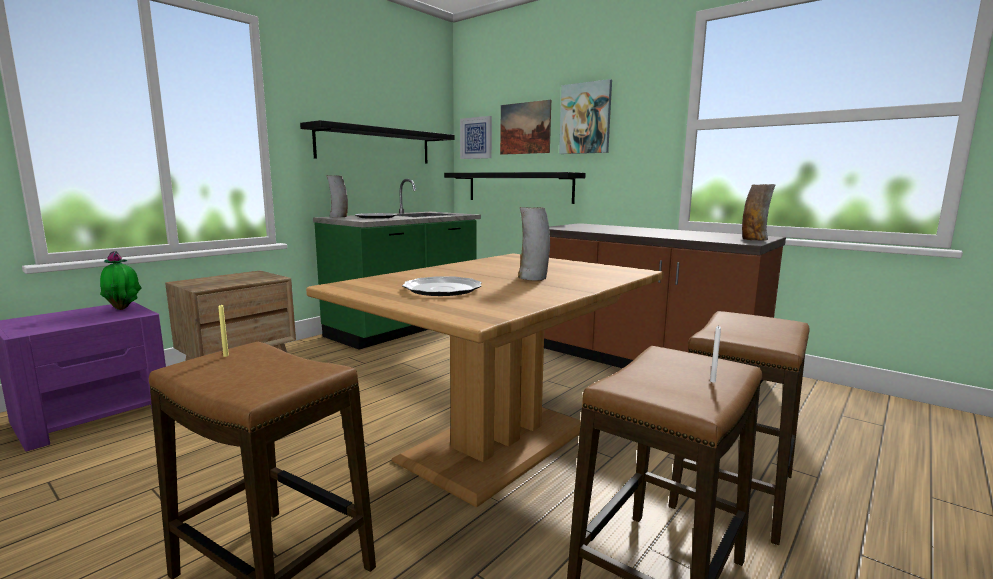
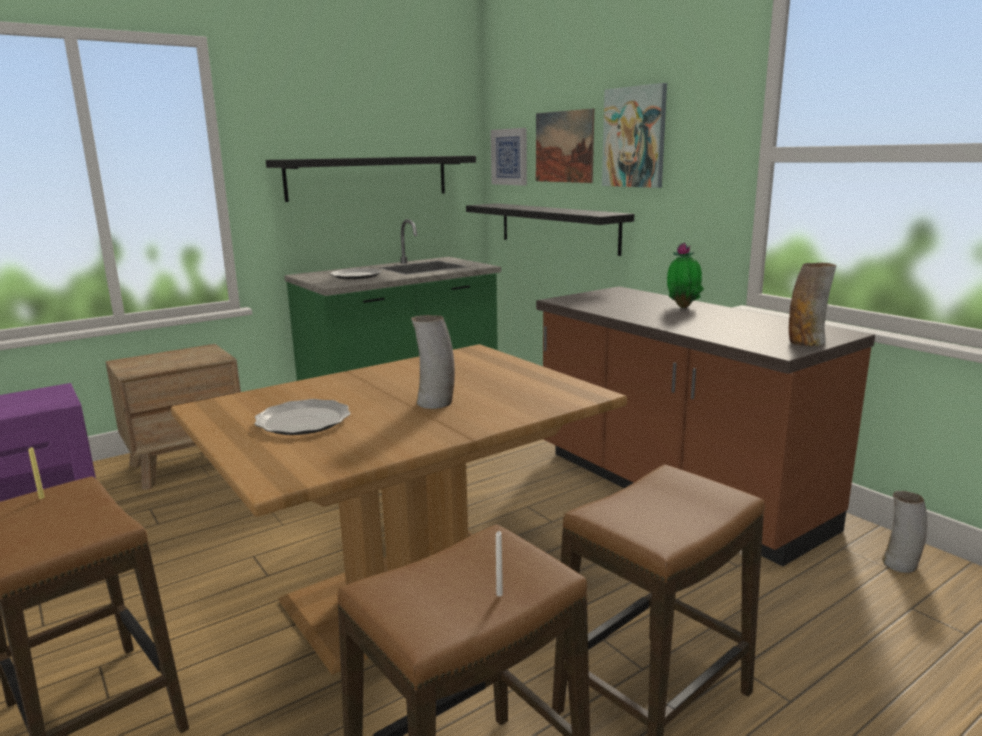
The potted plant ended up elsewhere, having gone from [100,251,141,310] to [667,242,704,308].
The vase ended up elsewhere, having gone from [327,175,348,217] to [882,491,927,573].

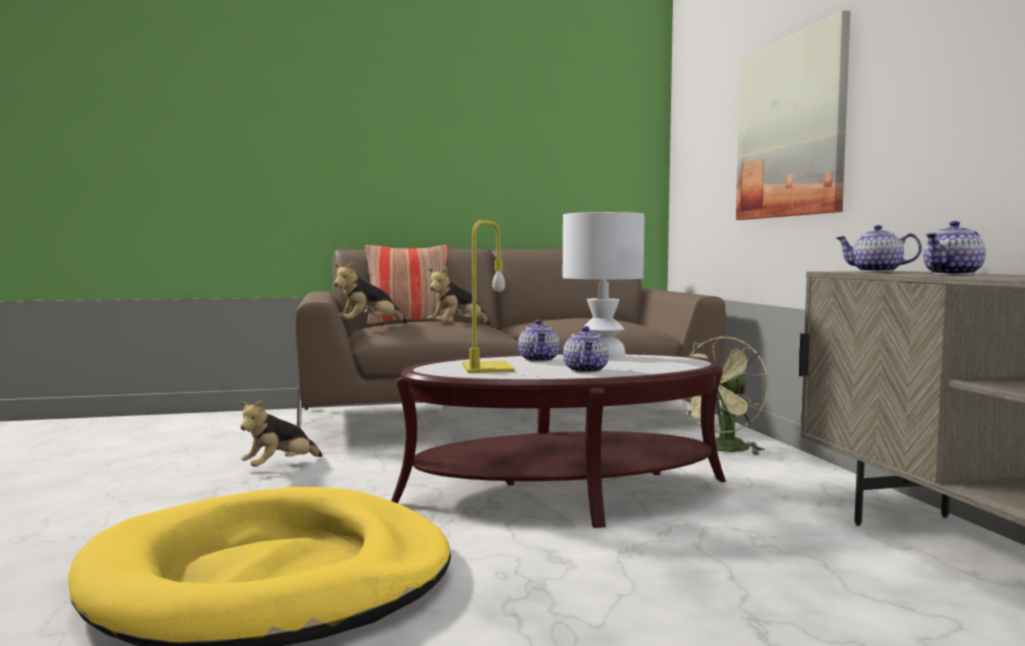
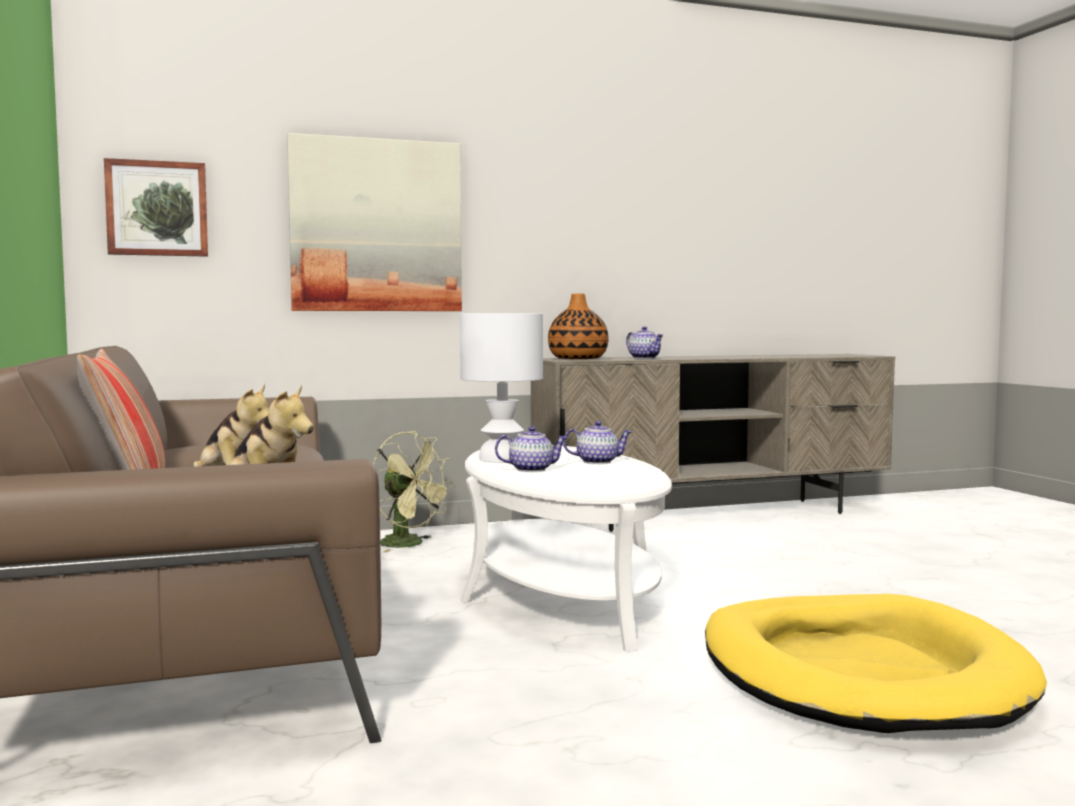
The second view lost the plush toy at [239,399,323,467].
What was the coffee table in brown at [391,353,726,528] turned into the coffee table in white at [460,445,672,652].
The second view lost the table lamp in yellow at [462,220,514,373].
Where the teapot stood at [836,225,922,272], the vase came to stand at [548,294,609,359].
The second view gained the picture at [104,158,208,257].

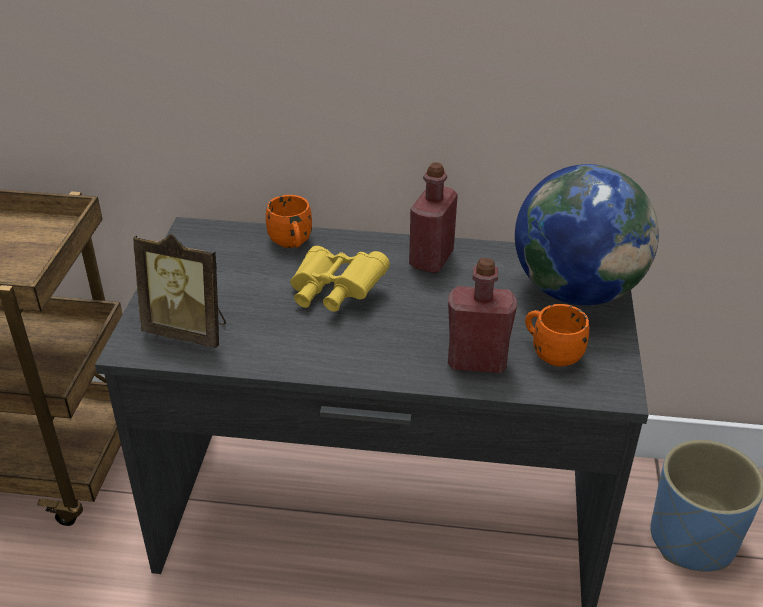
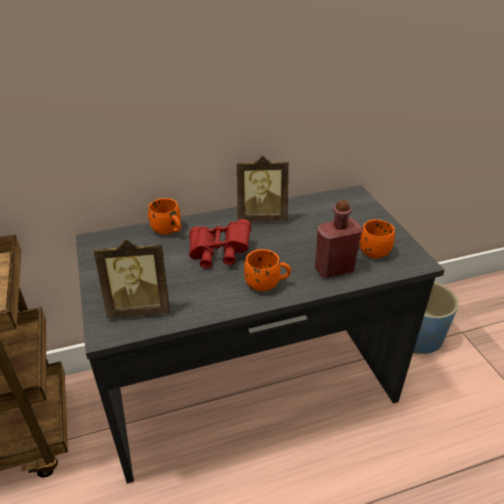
What was the binoculars in yellow at [290,246,390,312] turned into the binoculars in red at [189,219,251,269].
Where the bottle in red stood at [409,162,458,273], the picture frame came to stand at [237,156,289,222].
The second view lost the globe at [515,164,659,305].
The second view gained the mug in orange at [244,249,291,291].

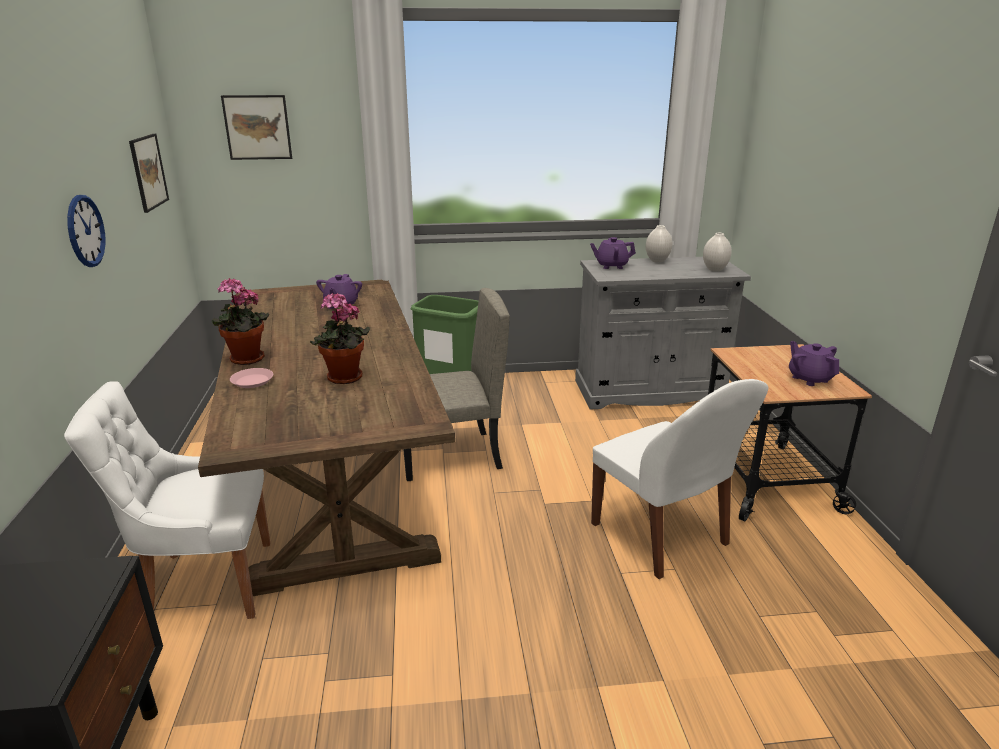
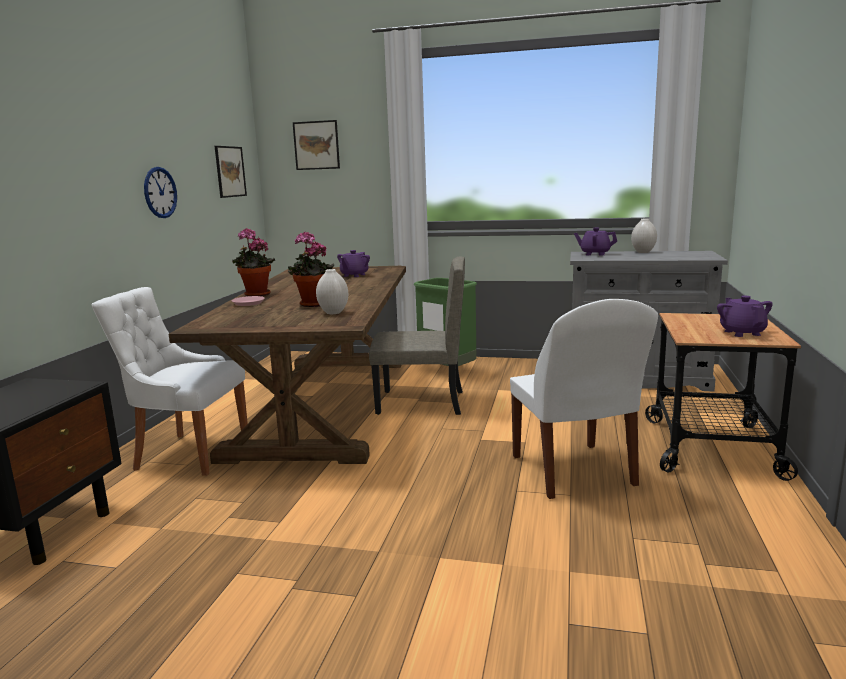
The vase in white ended up elsewhere, having gone from [703,233,732,272] to [316,269,349,314].

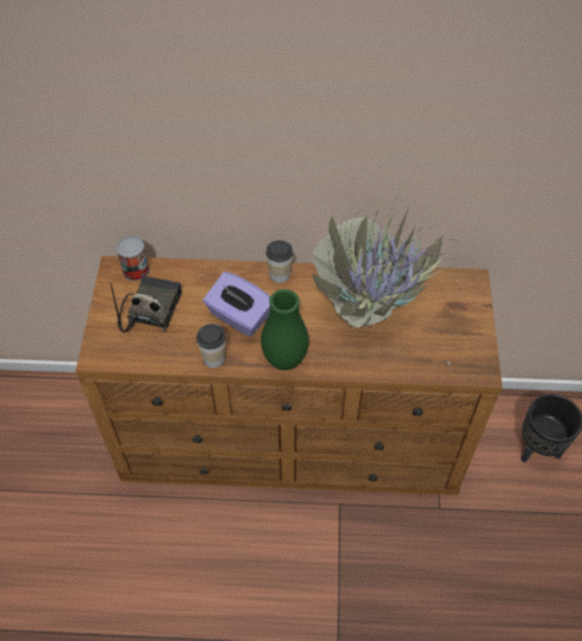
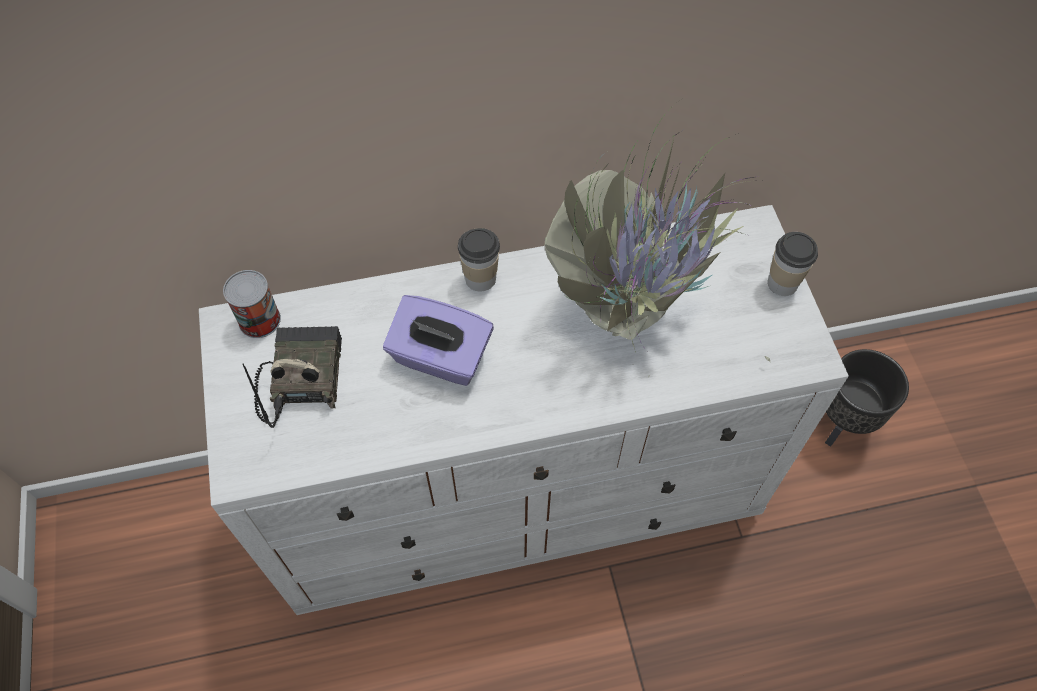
What was the dresser in brown at [76,256,502,495] turned into the dresser in white at [199,205,849,615].
The cup ended up elsewhere, having gone from [196,324,226,368] to [768,232,818,296].
The second view lost the vase in green at [261,289,309,370].

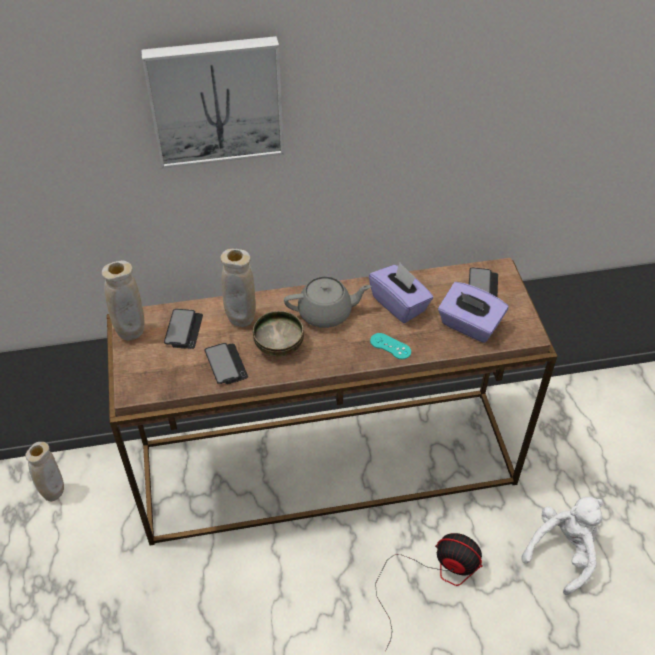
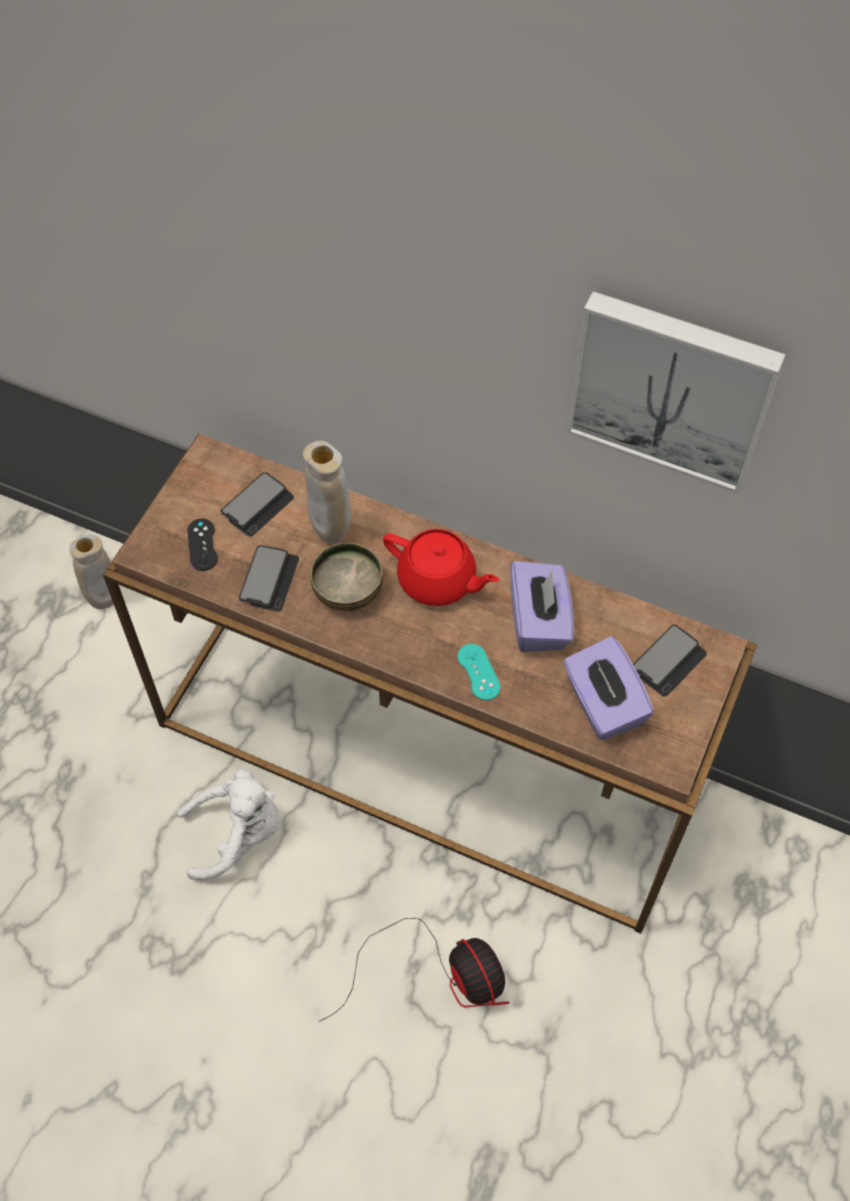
The second view lost the vase in beige at [102,261,144,341].
The picture ended up elsewhere, having gone from [141,36,284,169] to [566,291,786,493].
What was the teapot in grey at [284,276,371,328] turned into the teapot in red at [383,529,499,606].
The plush toy in white ended up elsewhere, having gone from [522,497,603,595] to [177,769,280,880].
The second view gained the game controller in black at [187,518,218,571].

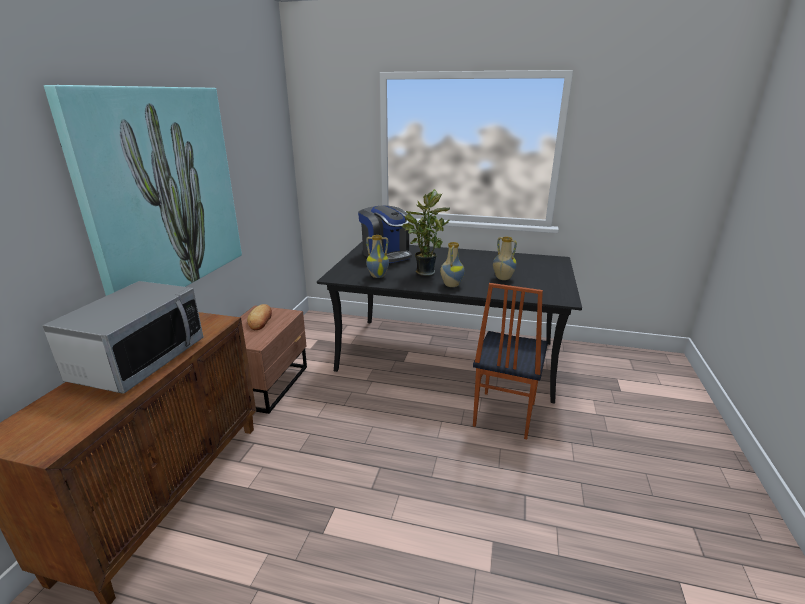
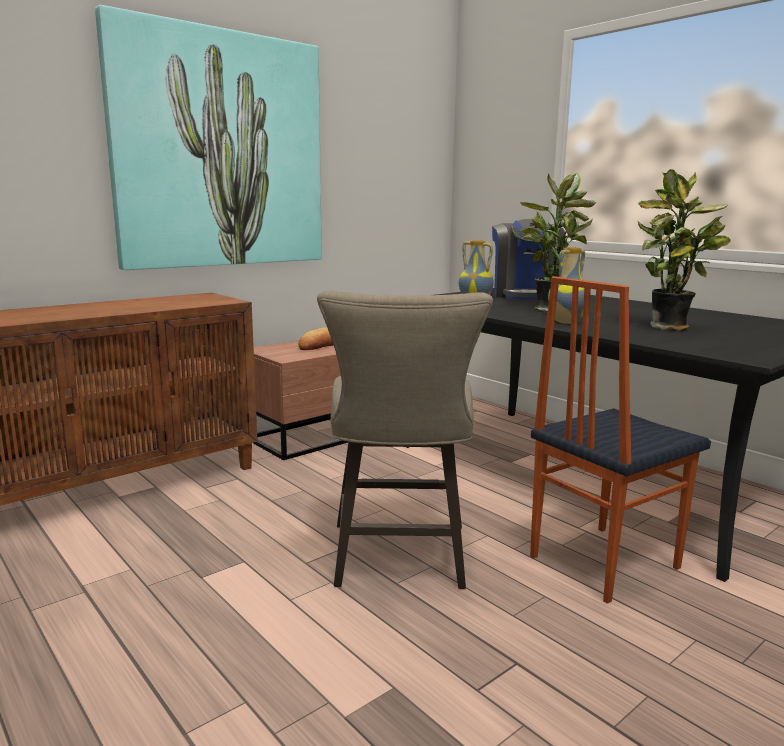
The second view lost the microwave at [42,281,203,394].
Where the vase stood at [493,237,517,280], the potted plant came to stand at [637,169,731,331].
The second view gained the stool in beige at [317,290,493,589].

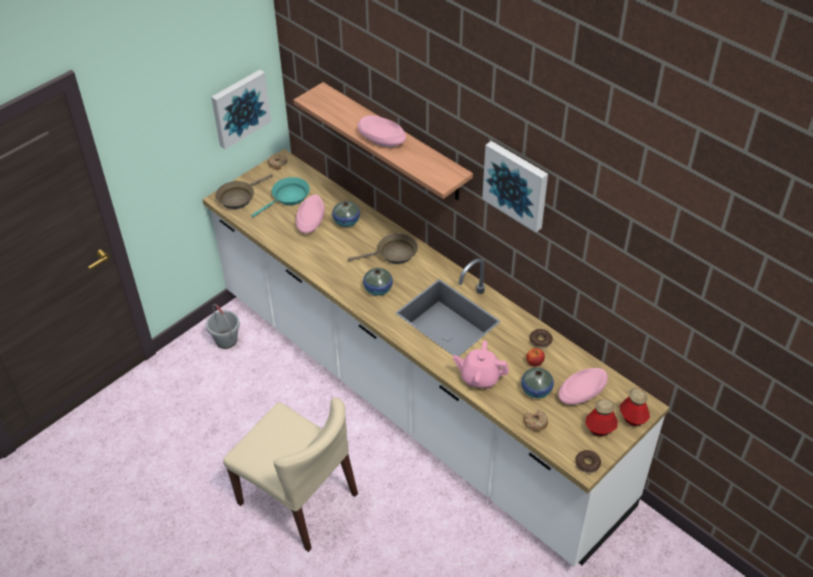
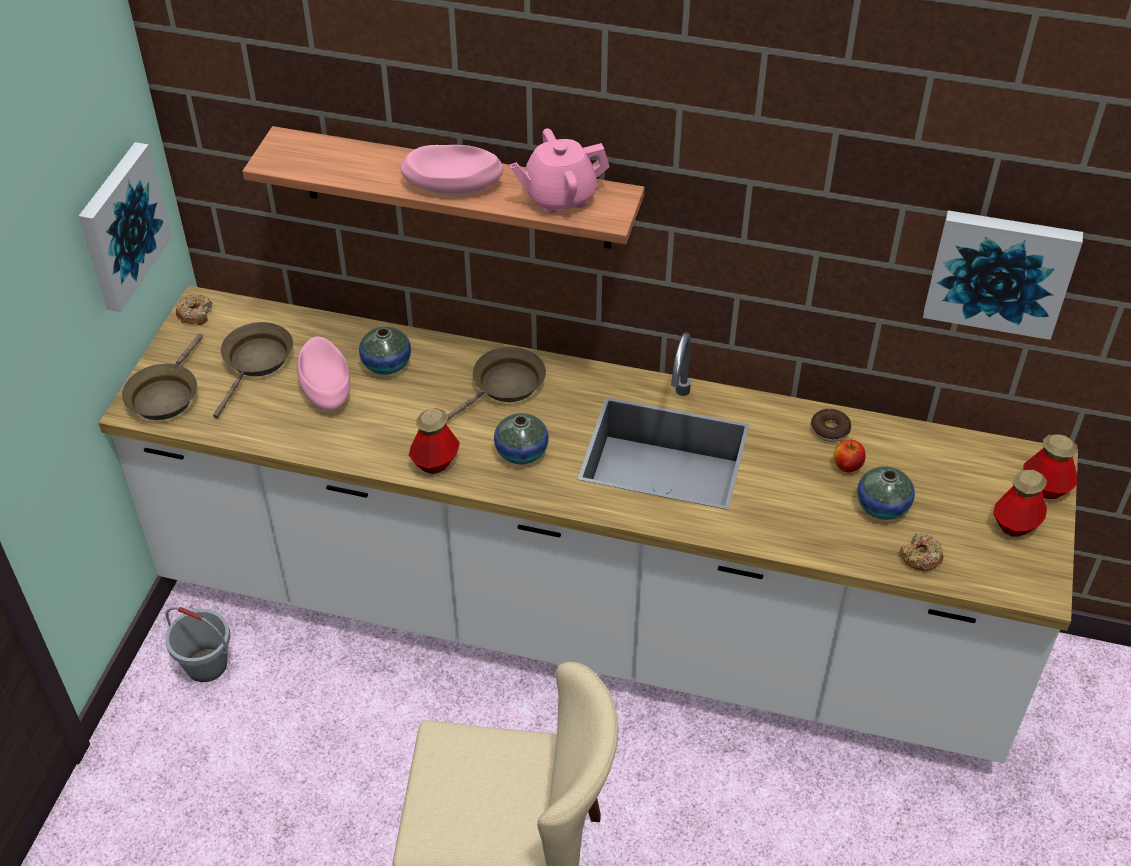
What was the frying pan in turquoise at [251,177,310,217] turned into the frying pan in brown at [213,322,293,418].
The teapot in pink ended up elsewhere, having gone from [453,340,509,389] to [509,128,610,214].
The picture ended up elsewhere, having gone from [482,141,548,232] to [923,210,1083,340].
The second view lost the bowl in pink at [558,368,608,405].
The second view lost the donut at [575,450,601,473].
The second view gained the bottle at [409,408,460,474].

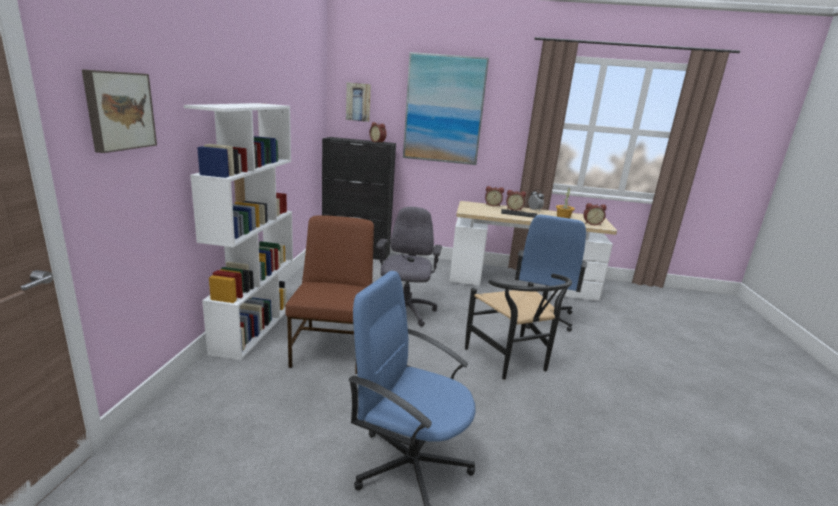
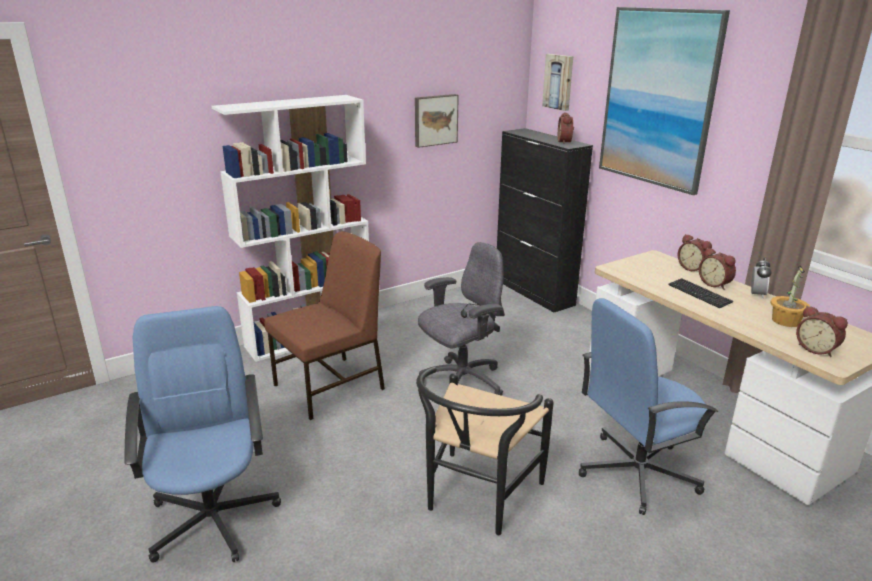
The picture ended up elsewhere, having gone from [82,69,157,153] to [415,94,459,148].

